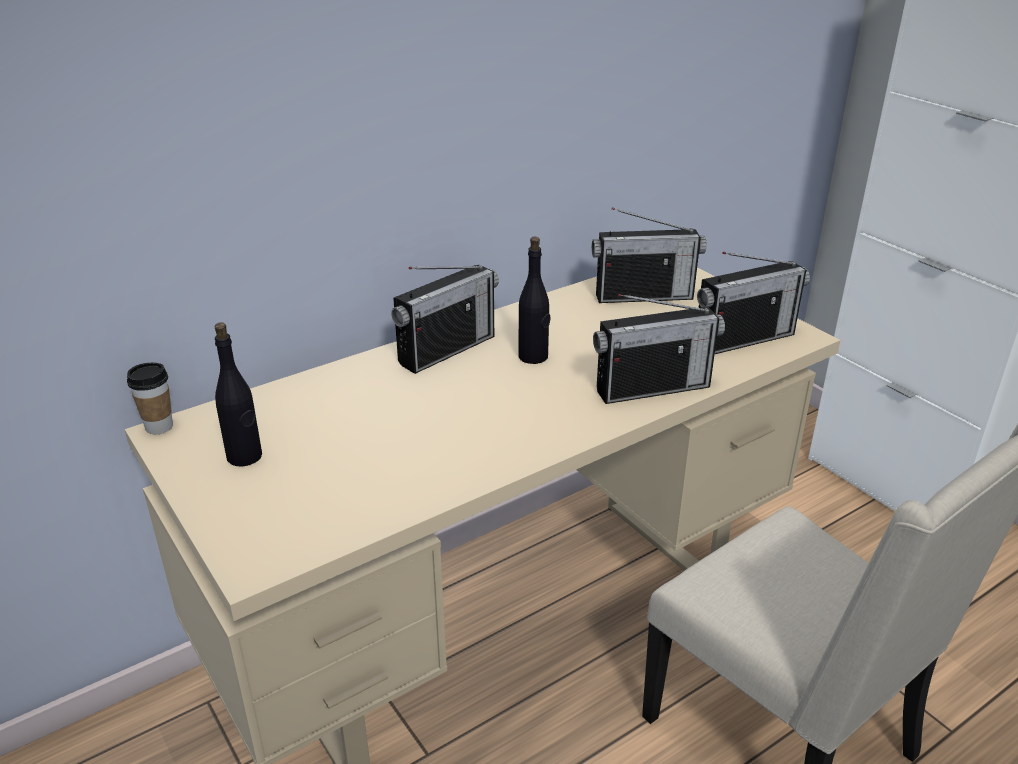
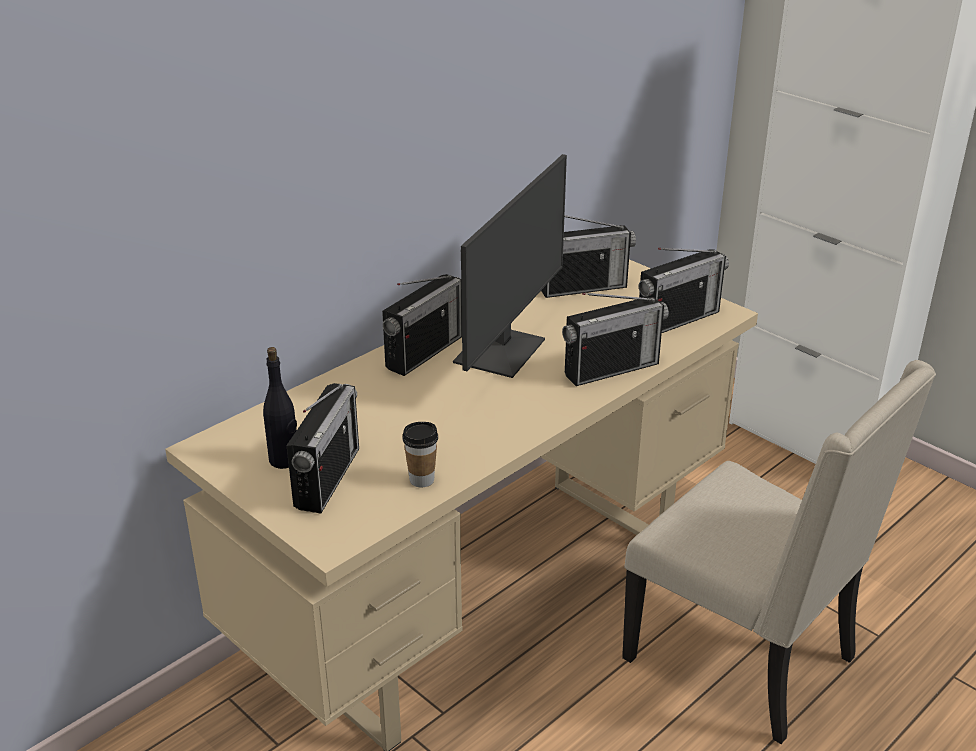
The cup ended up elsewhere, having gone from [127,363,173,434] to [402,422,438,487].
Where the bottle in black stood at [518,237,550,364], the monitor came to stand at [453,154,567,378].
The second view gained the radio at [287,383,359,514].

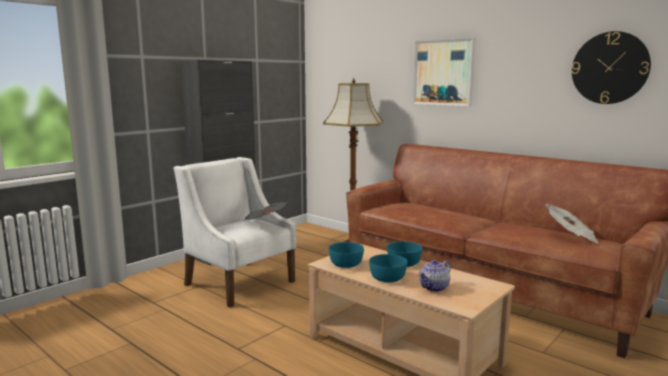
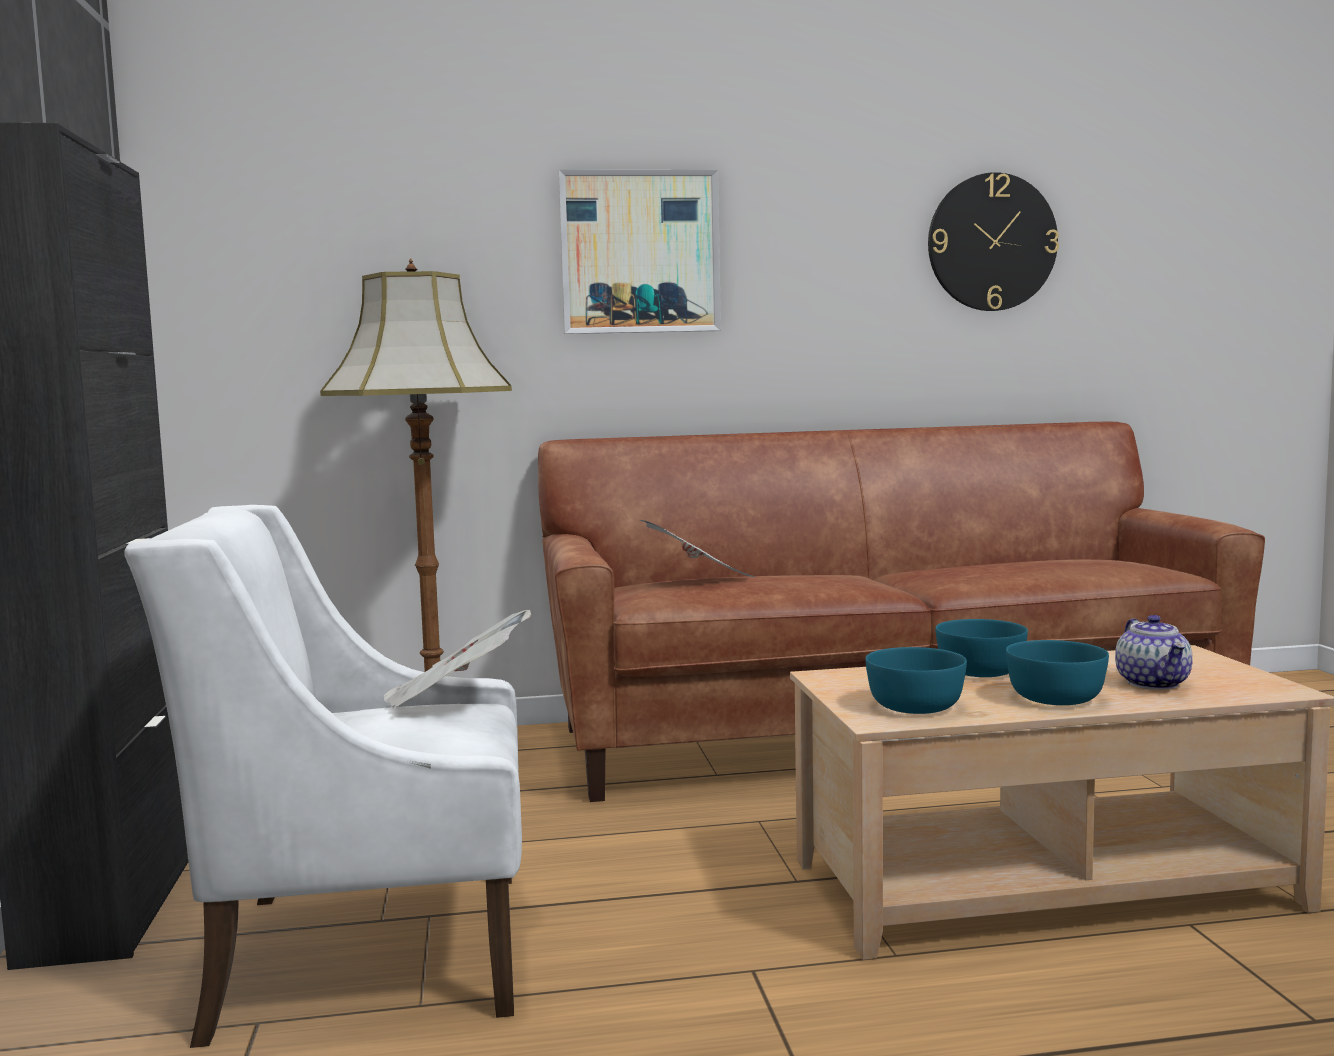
The newspaper ended up elsewhere, having gone from [545,204,598,243] to [639,520,755,577].

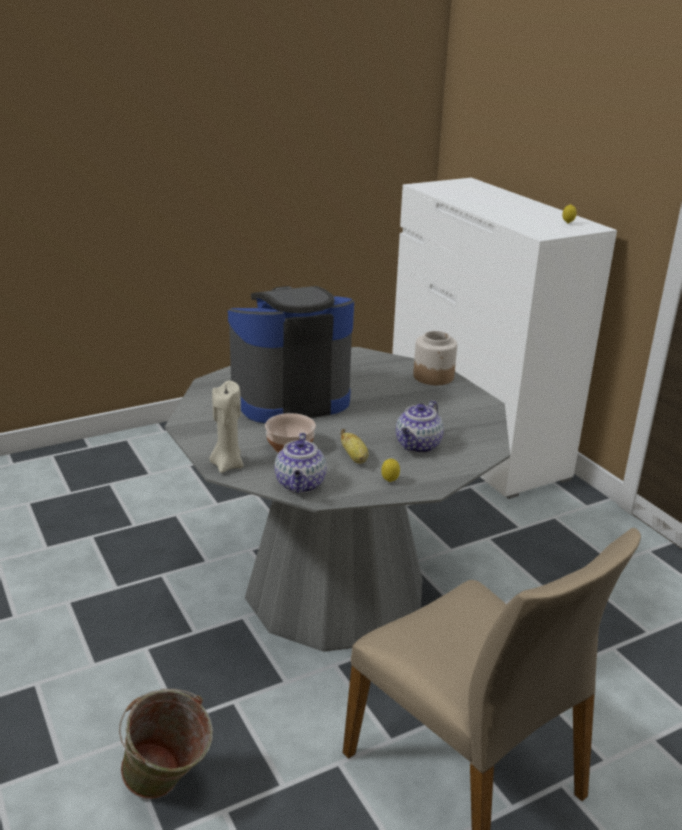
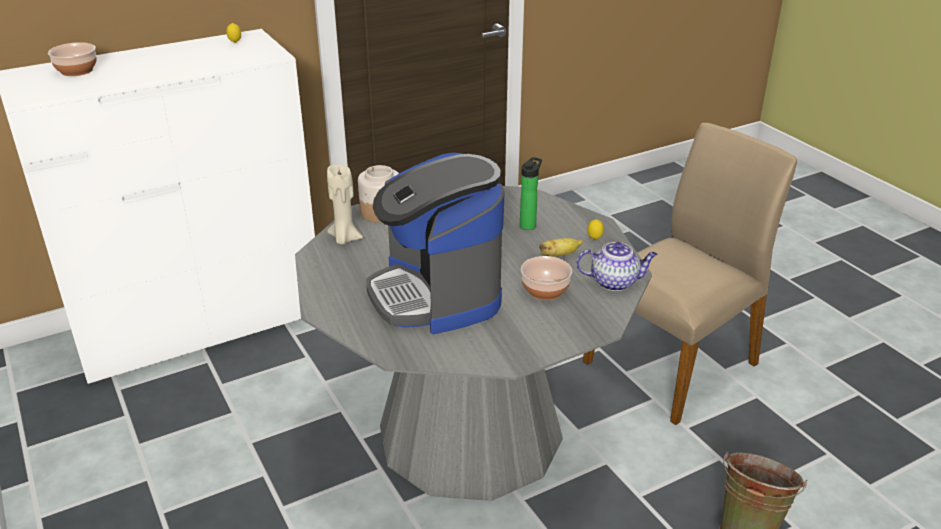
The candle in beige ended up elsewhere, having gone from [209,381,243,473] to [327,165,363,245].
Where the teapot stood at [396,401,444,453], the bottle came to stand at [520,157,542,230].
The second view gained the bowl at [48,42,97,76].

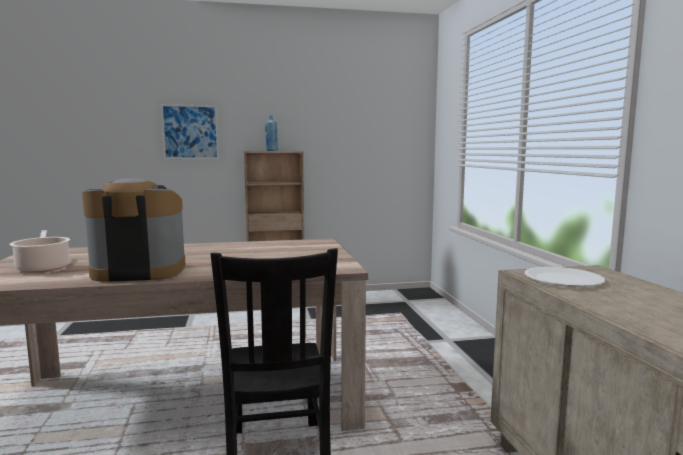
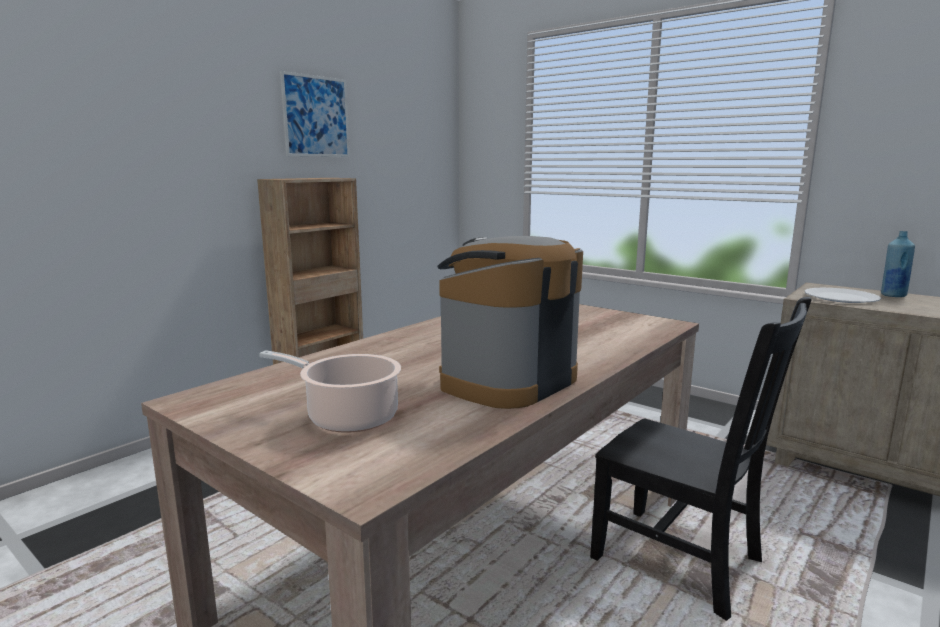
The picture ended up elsewhere, having gone from [161,104,219,159] to [280,71,350,157].
The bottle in blue ended up elsewhere, having gone from [265,115,278,151] to [881,231,915,297].

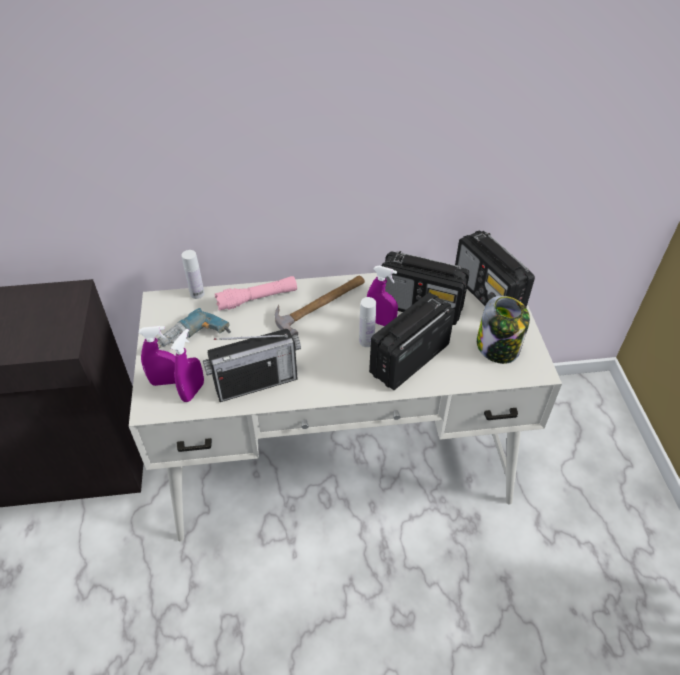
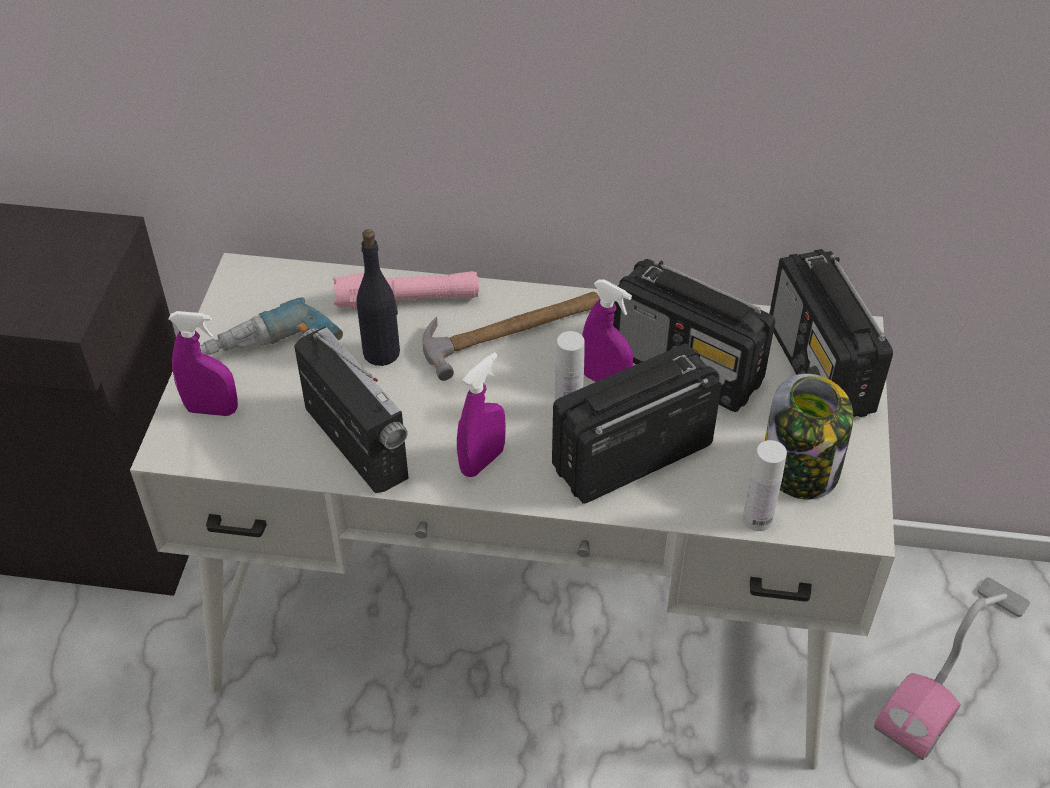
The spray bottle in purple ended up elsewhere, having gone from [171,329,204,402] to [457,352,506,477].
The bottle in white ended up elsewhere, having gone from [182,250,205,299] to [743,440,787,531].
The radio at [203,329,301,402] ended up facing another way, 120 degrees counterclockwise from before.
The second view gained the bottle in black at [357,229,400,366].
The second view gained the vacuum cleaner at [874,577,1030,760].

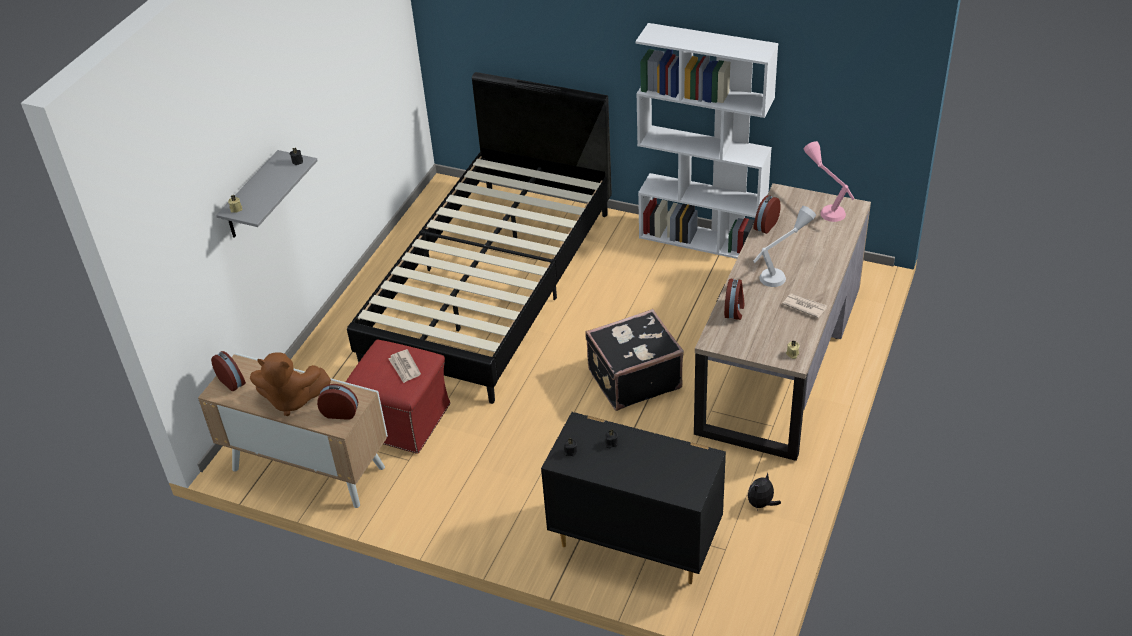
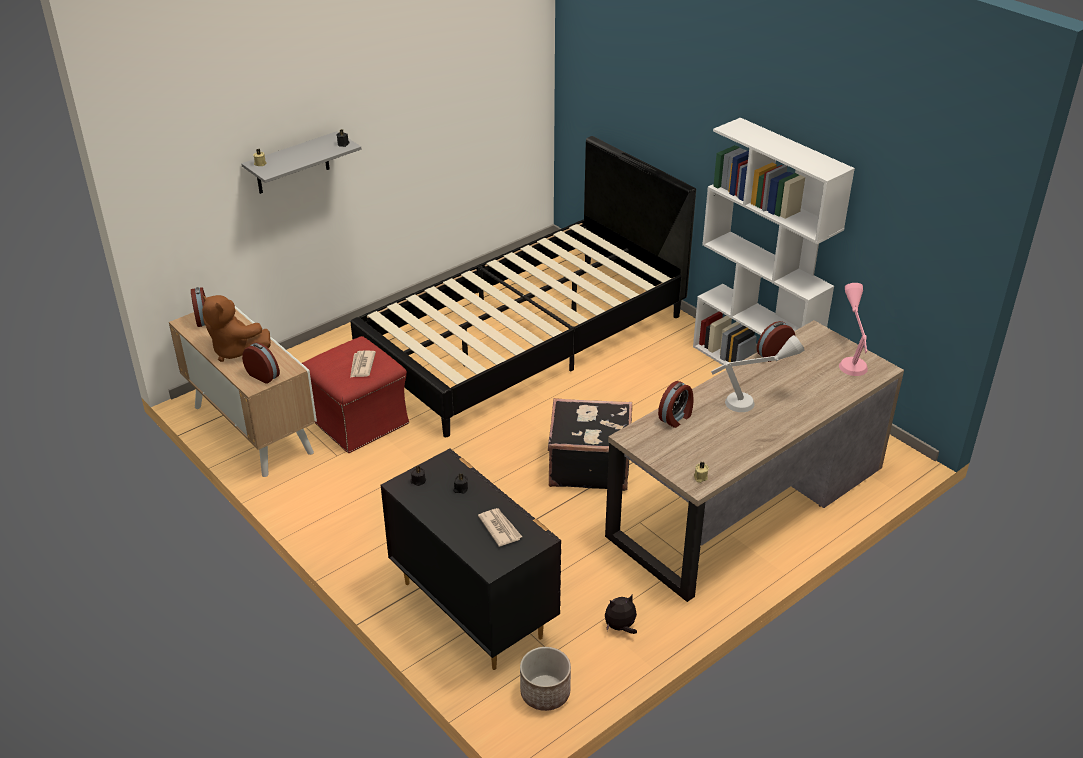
The newspaper ended up elsewhere, having gone from [782,293,827,318] to [478,508,522,547].
The second view gained the planter at [520,647,571,711].

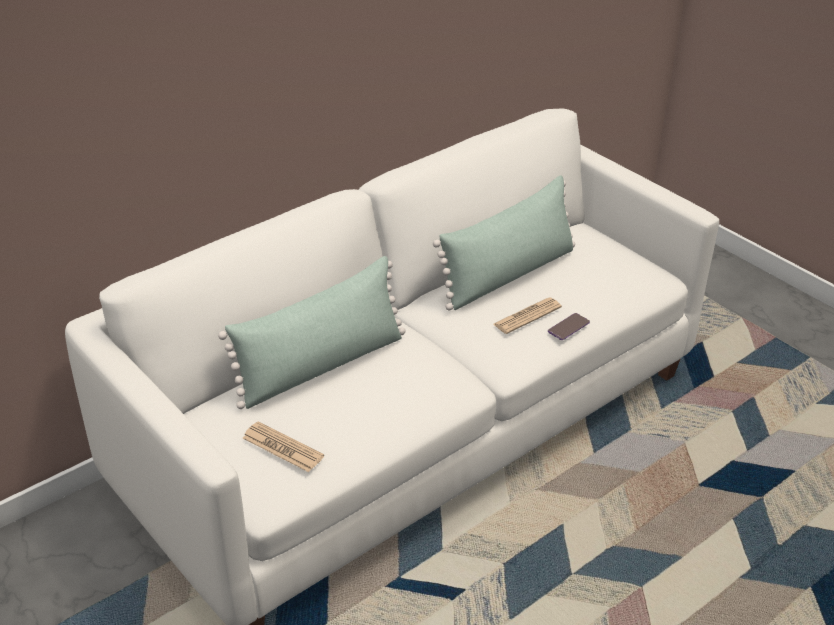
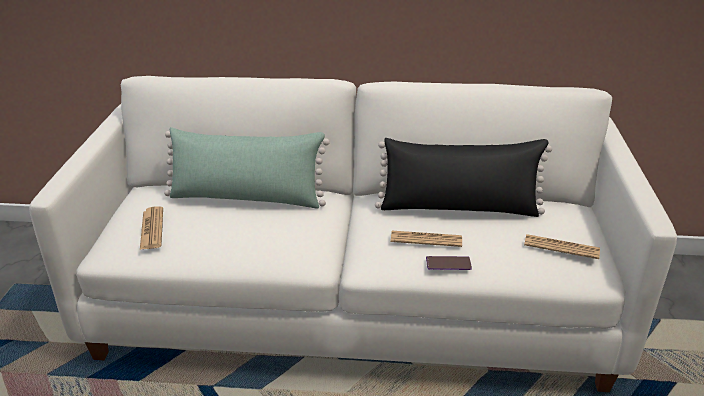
What was the pillow in green at [433,175,575,311] turned into the pillow in black at [375,138,552,217].
The second view gained the newspaper at [524,234,600,259].

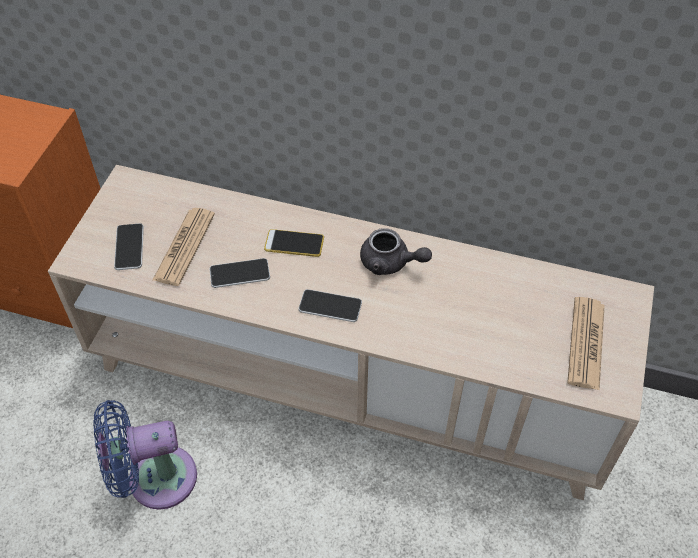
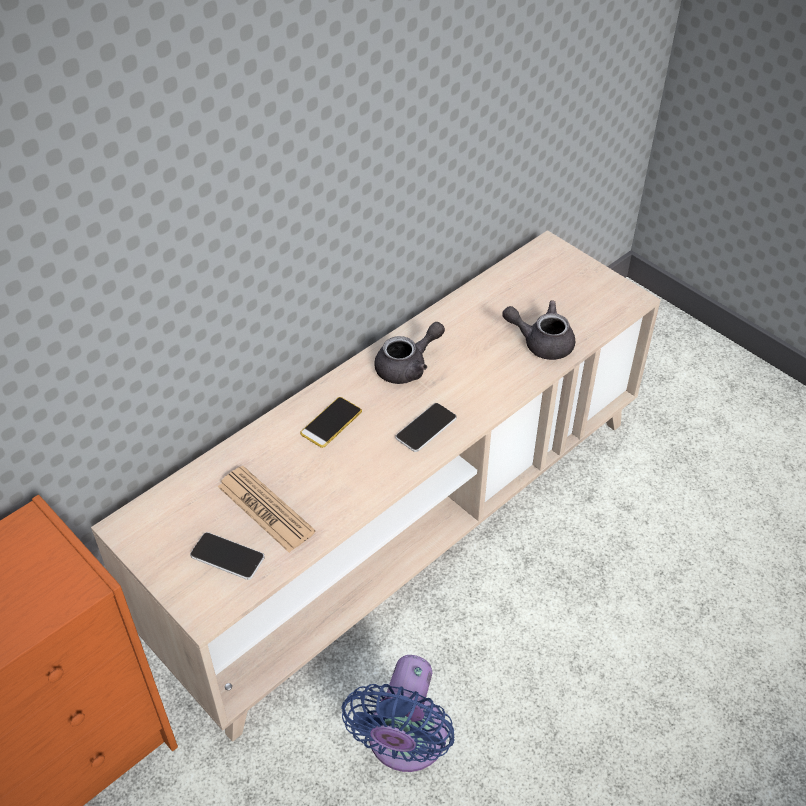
The second view lost the phone at [210,258,270,288].
The second view lost the newspaper at [567,297,605,390].
The second view gained the teapot in grey at [502,301,575,360].

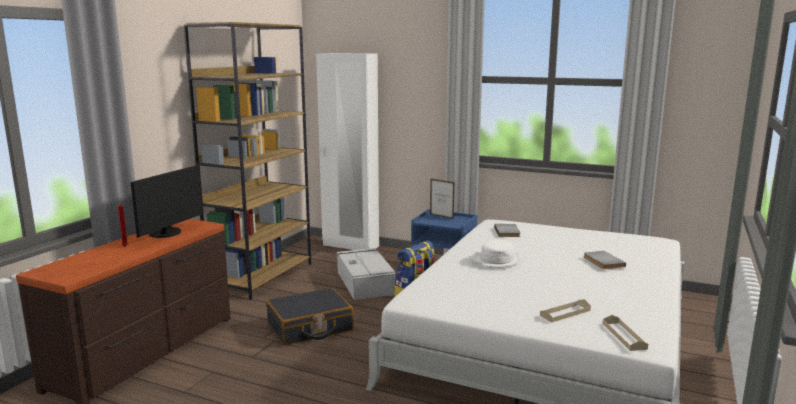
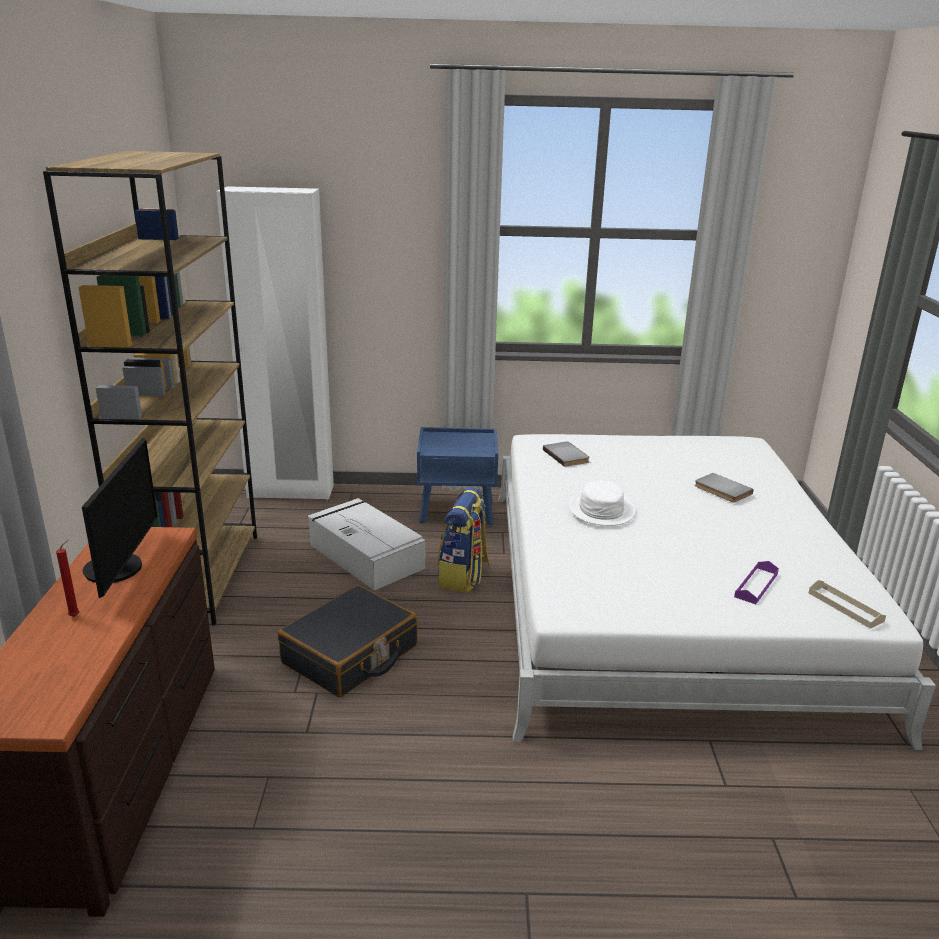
The second view lost the picture frame at [430,179,454,219].
What was the tray in beige at [540,299,591,322] turned into the tray in purple at [734,561,779,604].

